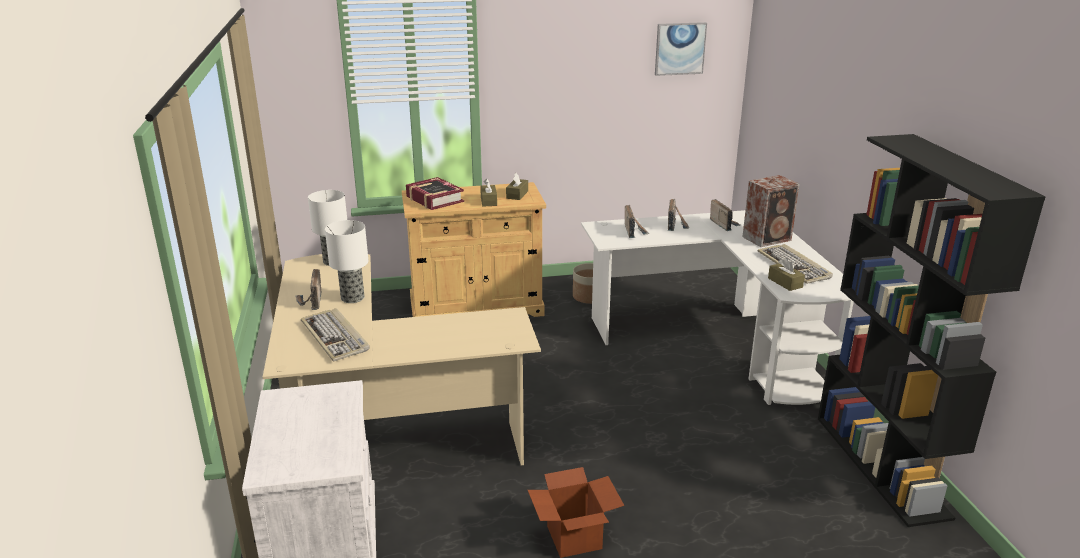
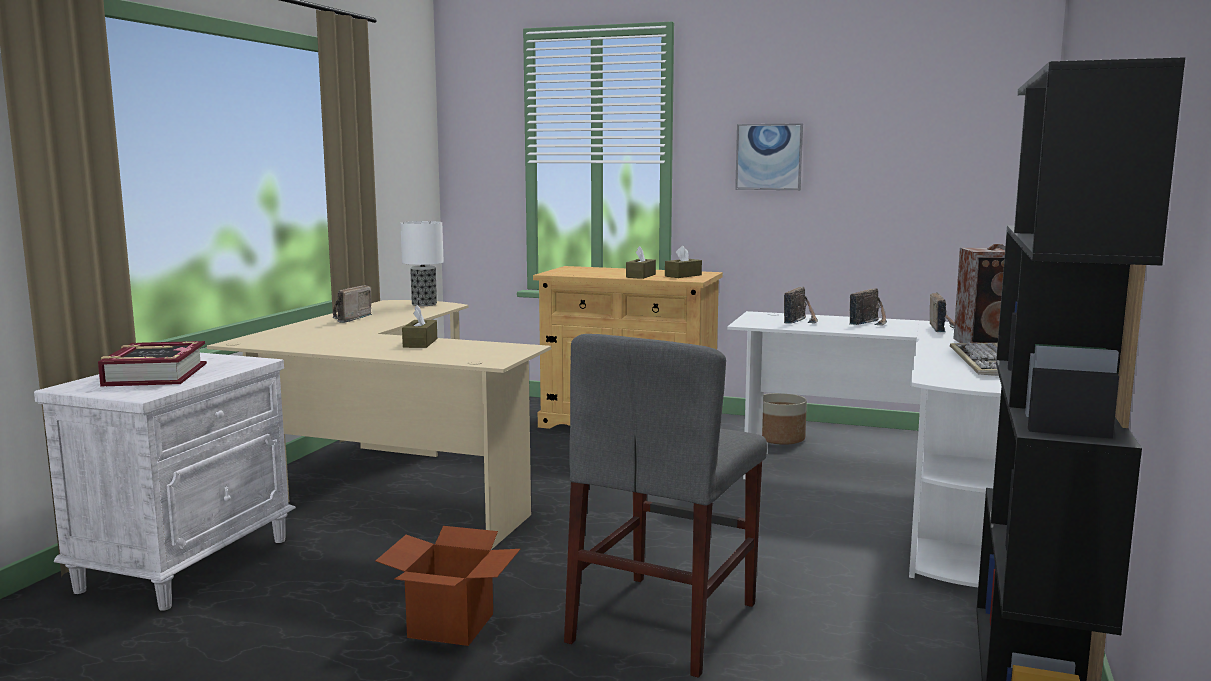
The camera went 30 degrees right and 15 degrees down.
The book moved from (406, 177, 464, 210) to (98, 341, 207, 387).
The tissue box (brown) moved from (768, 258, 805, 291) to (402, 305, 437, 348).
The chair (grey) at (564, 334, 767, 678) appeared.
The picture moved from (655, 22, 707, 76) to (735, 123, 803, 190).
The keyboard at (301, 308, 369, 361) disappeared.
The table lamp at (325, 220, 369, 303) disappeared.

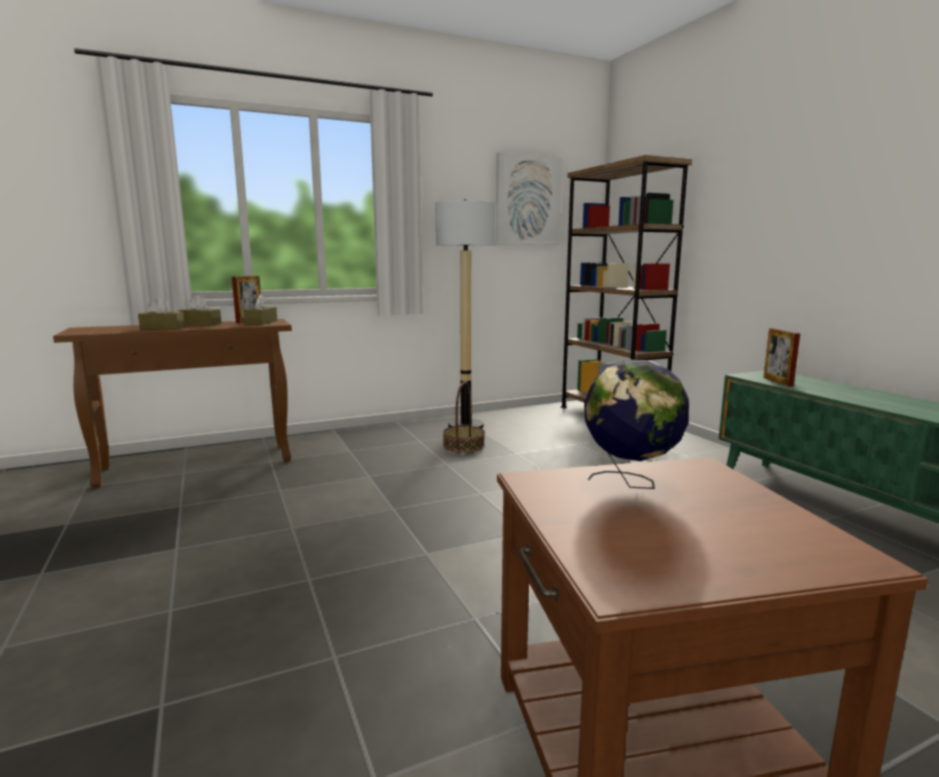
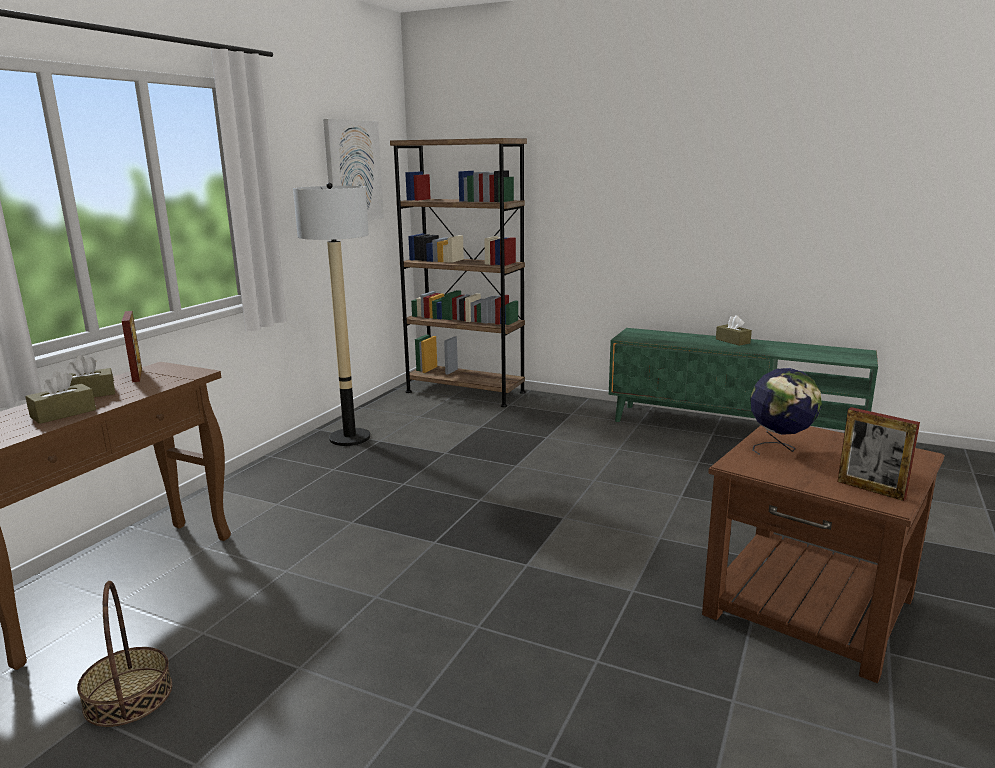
The camera went 40 degrees left and 5 degrees up.
The basket moved from (443, 381, 485, 452) to (77, 581, 172, 727).
The tissue box (brown) moved from (243, 294, 277, 325) to (716, 315, 752, 346).
The picture frame moved from (763, 328, 800, 386) to (837, 407, 920, 501).

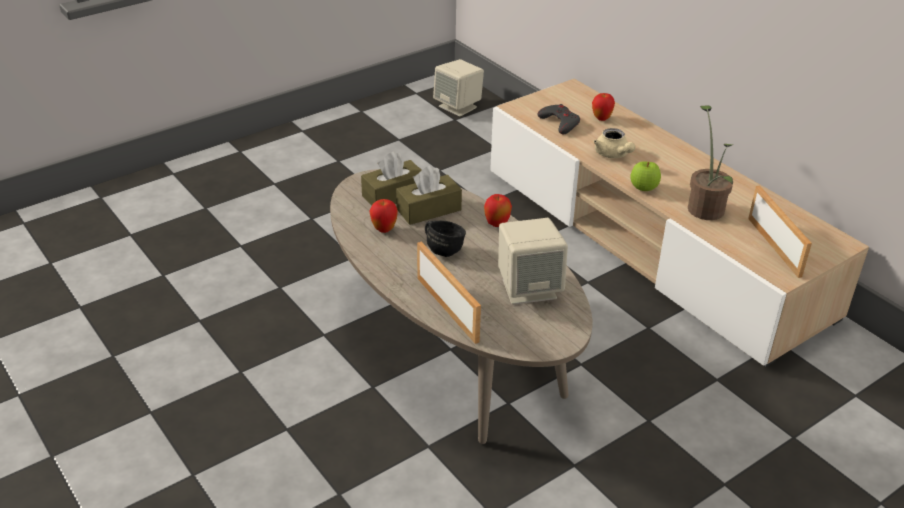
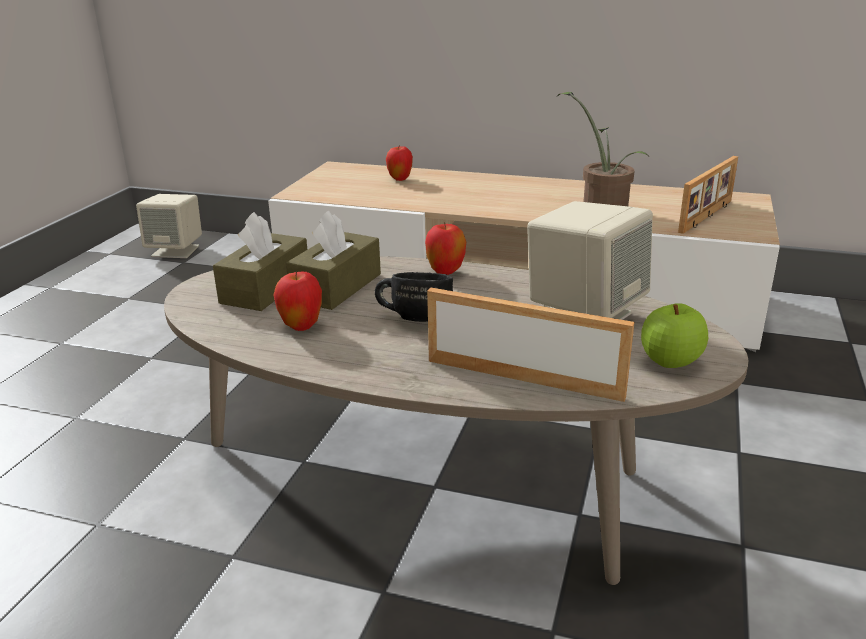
The camera went 35 degrees left and 10 degrees down.
The apple moved from (630, 162, 661, 191) to (641, 303, 708, 368).
The picture frame at (748, 186, 812, 278) turned 90 degrees clockwise.
The game controller (grey) at (537, 104, 580, 134) disappeared.
The teapot (beige) at (594, 128, 636, 158) disappeared.

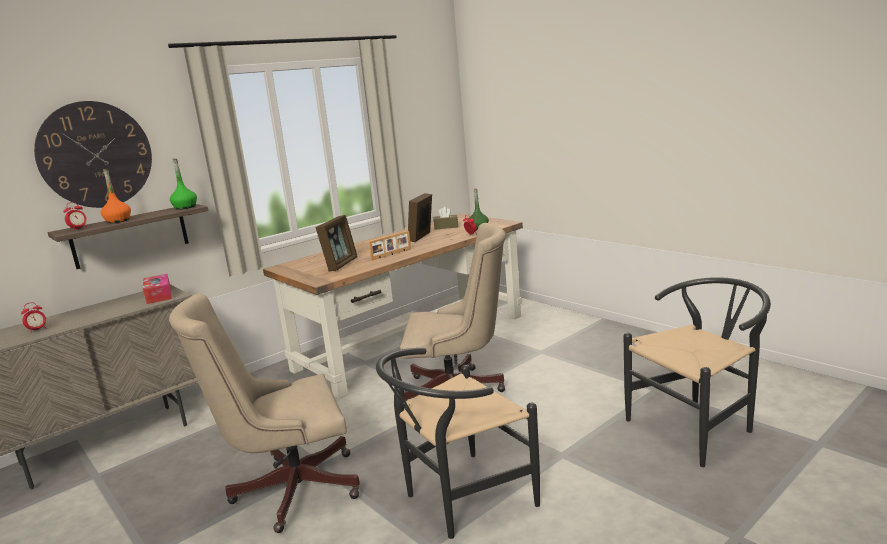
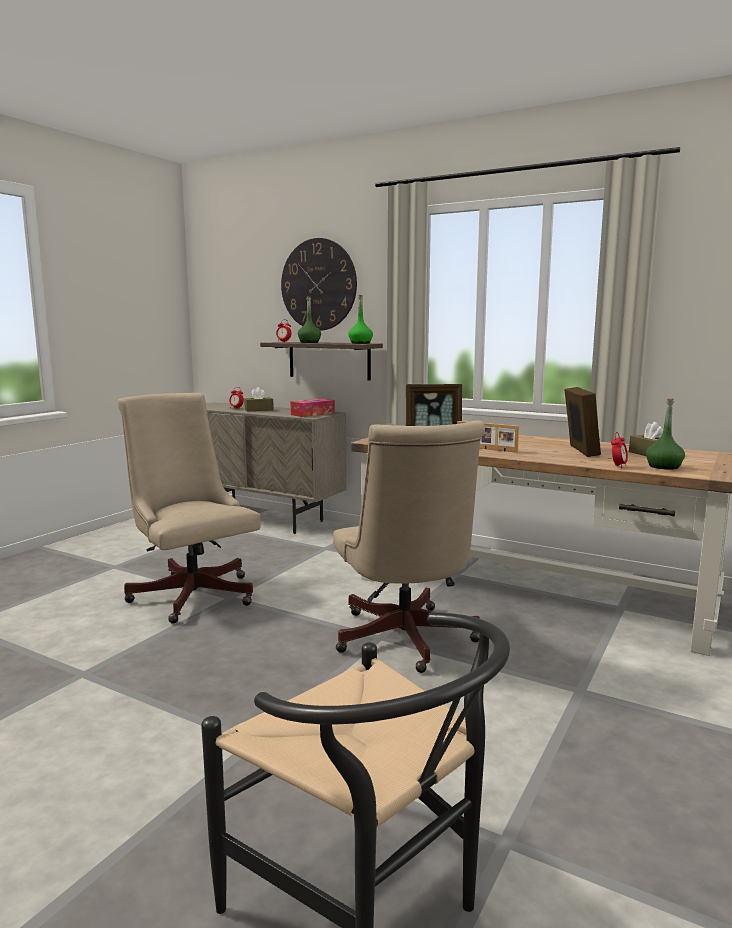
The camera went 70 degrees right and 5 degrees down.
The tissue box (brown) at (244, 387, 274, 412) appeared.
The bottle (orange) at (101, 169, 131, 223) became the bottle (green) at (298, 296, 321, 343).
The picture frame at (408, 193, 432, 242) turned 90 degrees clockwise.
The chair (black) at (376, 348, 540, 539) disappeared.

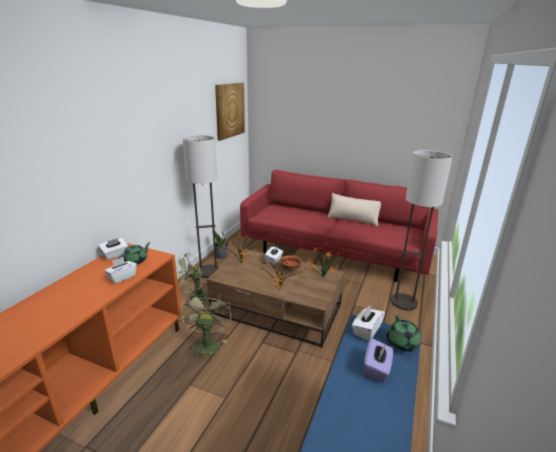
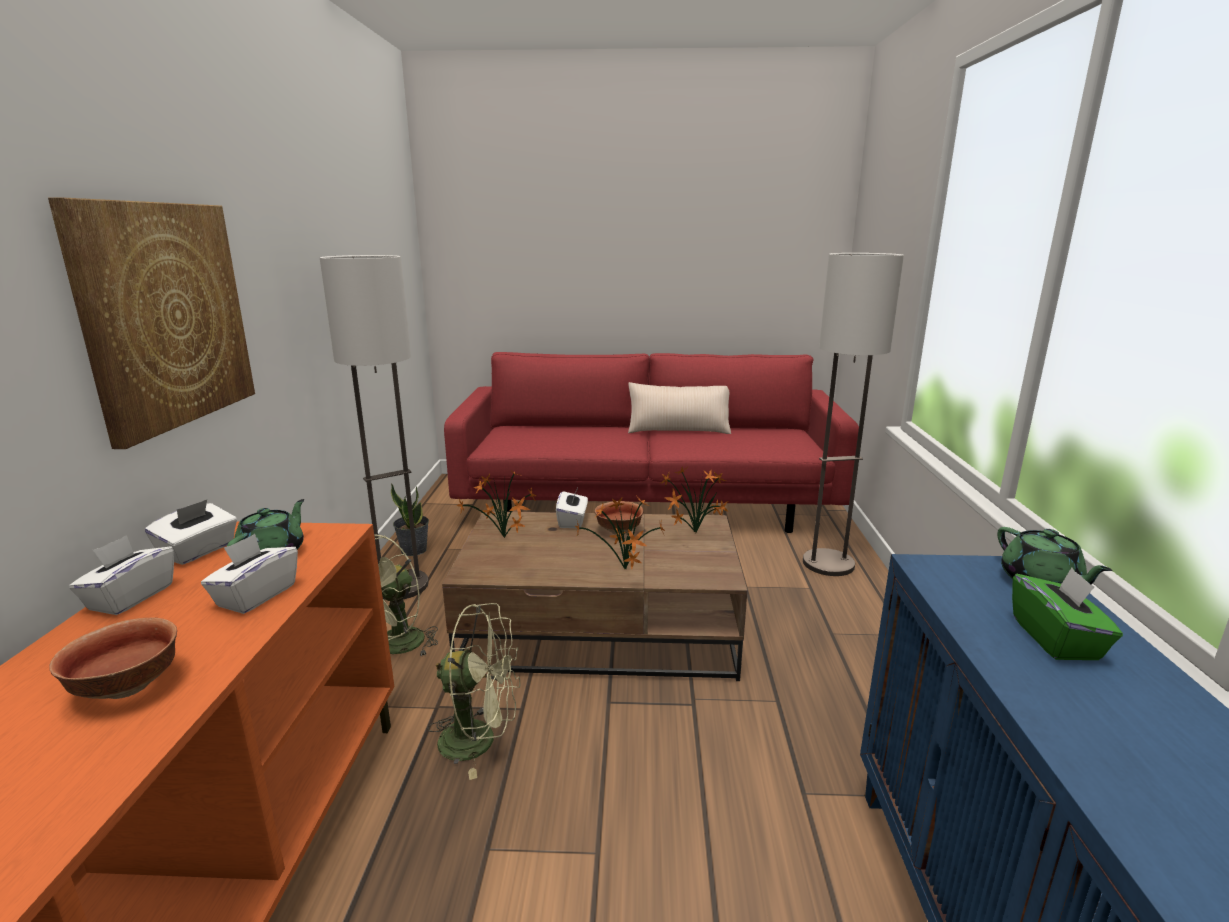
The camera went 20 degrees left and 5 degrees down.
The picture moved from (215, 83, 245, 141) to (48, 197, 255, 449).
The bowl at (49, 617, 177, 699) appeared.
The tissue box (white) moved from (352, 305, 385, 341) to (69, 535, 174, 615).
The fan (green) at (180, 291, 232, 361) turned 120 degrees clockwise.
The tissue box (purple) at (364, 338, 393, 382) became the tissue box (green) at (1012, 568, 1123, 660).

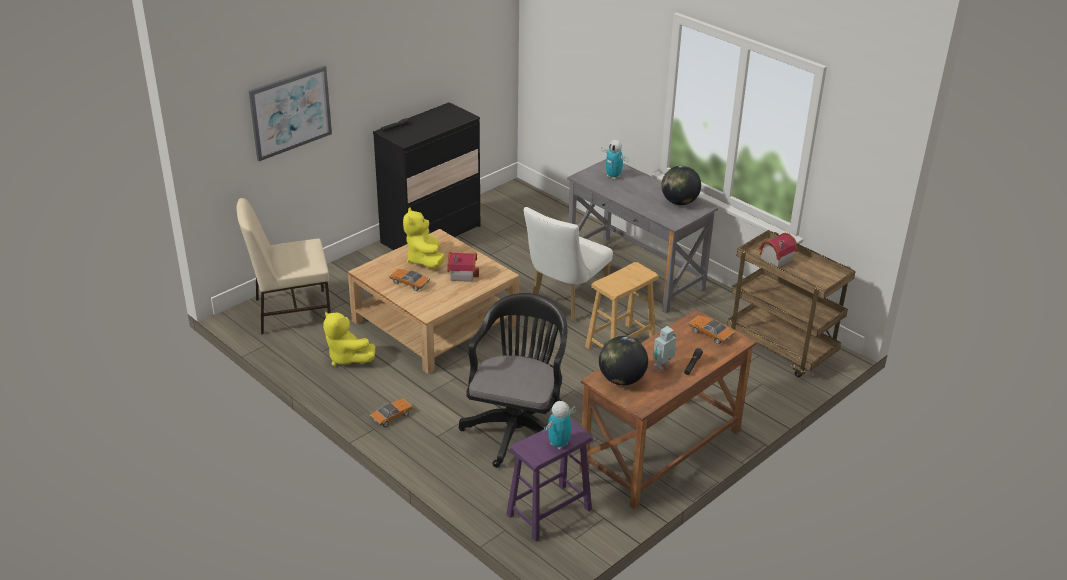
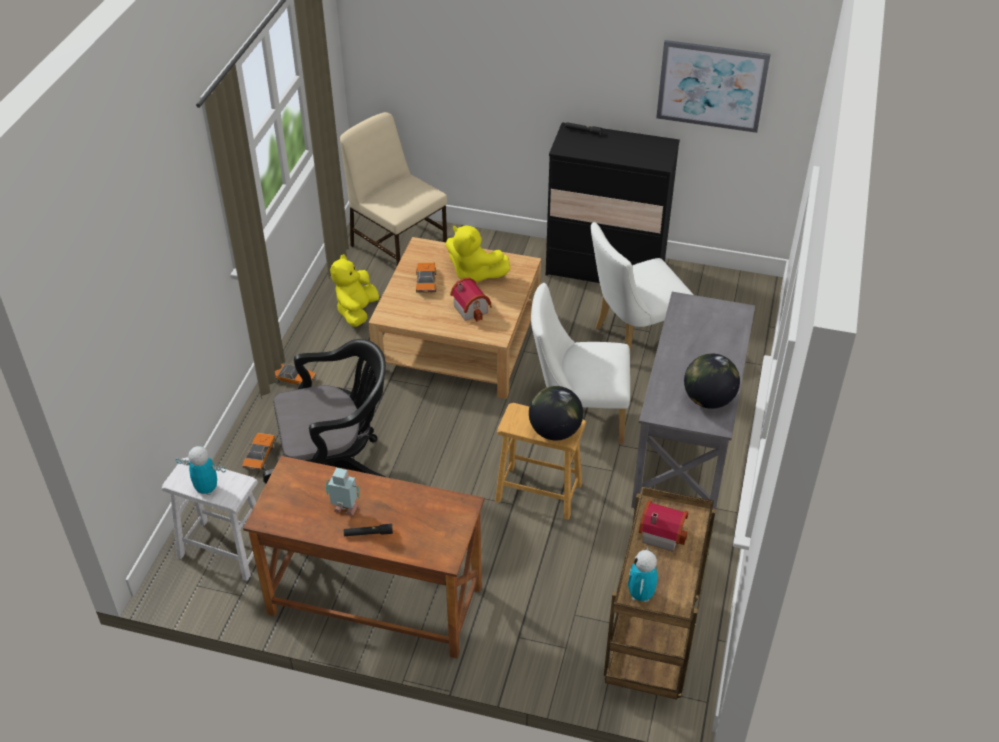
The camera went 60 degrees right and 10 degrees up.
The stool (purple) at (506, 418, 593, 542) became the stool (white) at (162, 457, 258, 581).
The toy car moved from (689, 316, 735, 344) to (242, 433, 275, 470).
The plush toy (yellow) at (403, 208, 445, 269) turned 105 degrees counterclockwise.
The globe moved from (599, 336, 648, 385) to (529, 386, 583, 440).
The chair (white) at (591, 222, 693, 351) appeared.
The toy robot moved from (601, 140, 629, 179) to (628, 547, 658, 602).
The picture moved from (249, 66, 332, 161) to (656, 40, 771, 133).

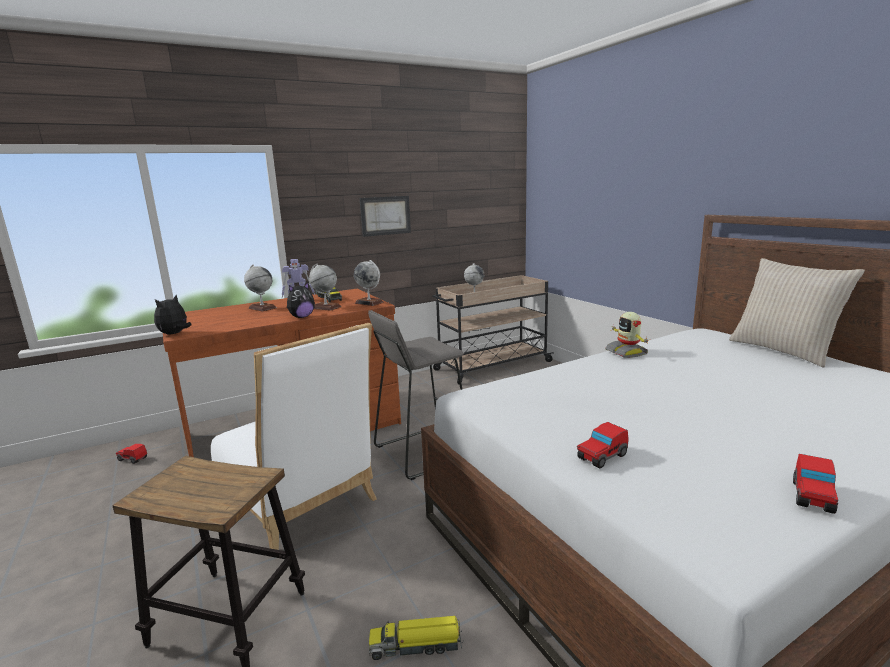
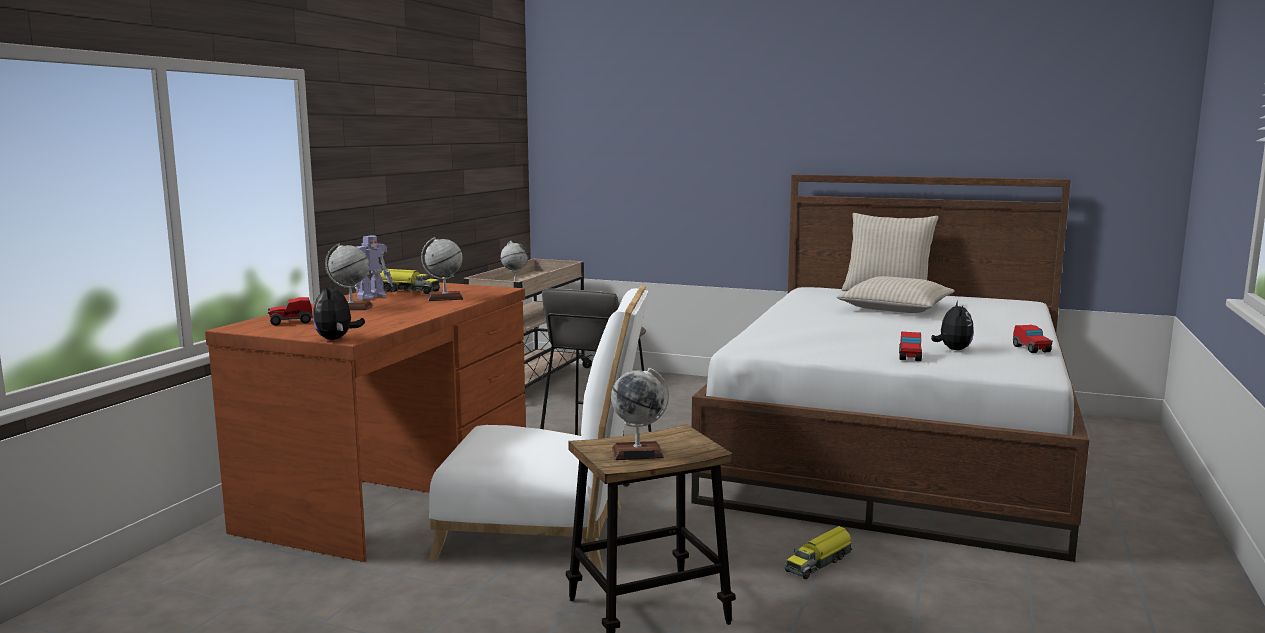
The camera went 40 degrees left and 5 degrees down.
The toy car moved from (116, 444, 147, 464) to (268, 297, 313, 326).
The globe moved from (354, 260, 384, 306) to (611, 368, 669, 460).
The pillow (beige) at (837, 276, 954, 313) appeared.
The plush toy moved from (287, 283, 315, 318) to (931, 301, 974, 350).
The picture at (360, 196, 411, 237) disappeared.
The toy robot at (605, 312, 649, 358) disappeared.

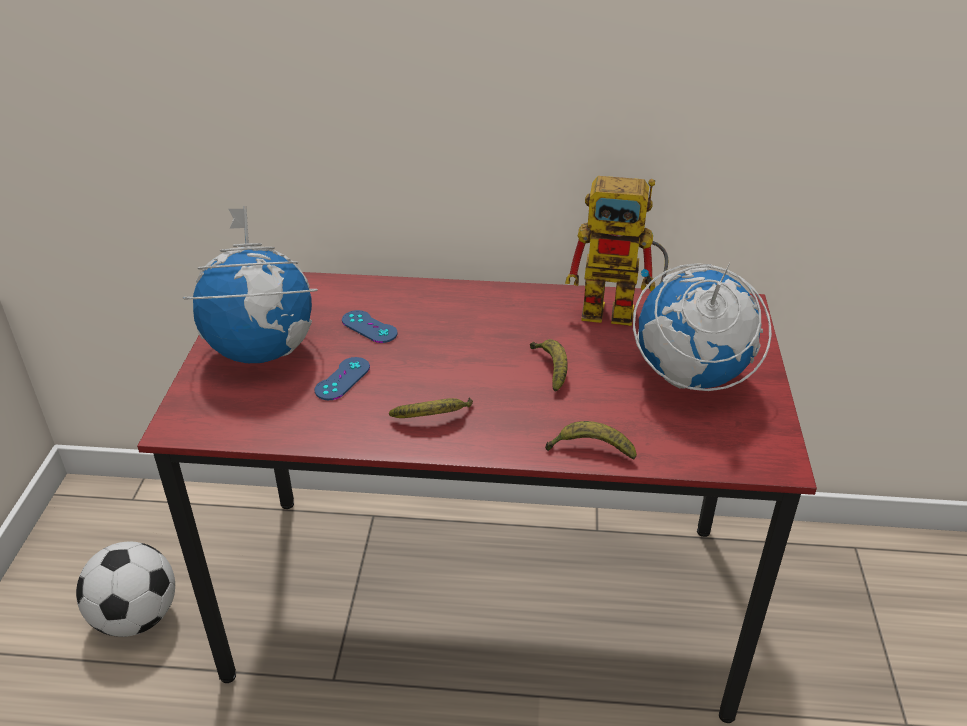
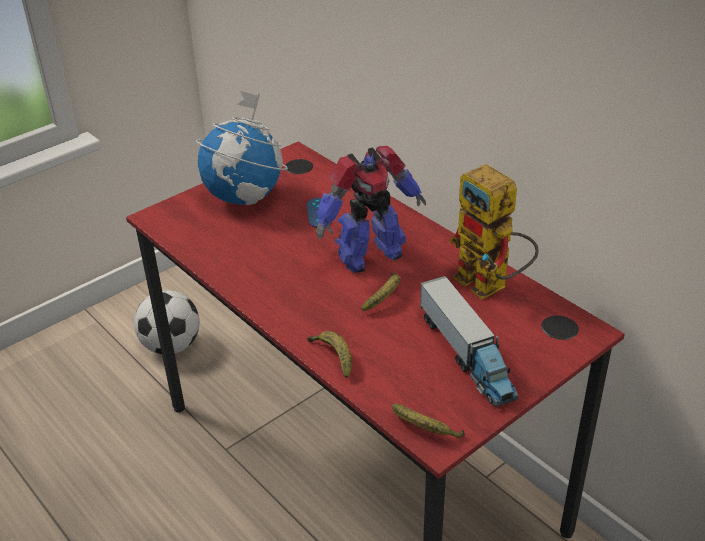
The camera went 45 degrees right and 0 degrees up.
The toy robot at (316, 146, 426, 273) appeared.
The banana moved from (389, 397, 473, 418) to (392, 404, 465, 438).
The globe at (633, 261, 772, 391) was replaced by the toy truck at (420, 276, 519, 407).
The game controller (blue) at (315, 357, 370, 400) disappeared.

